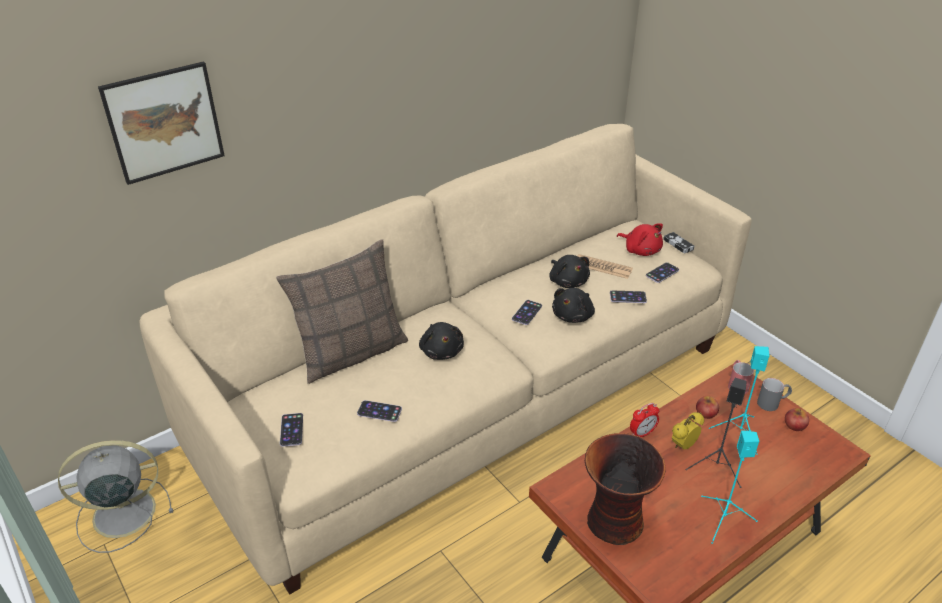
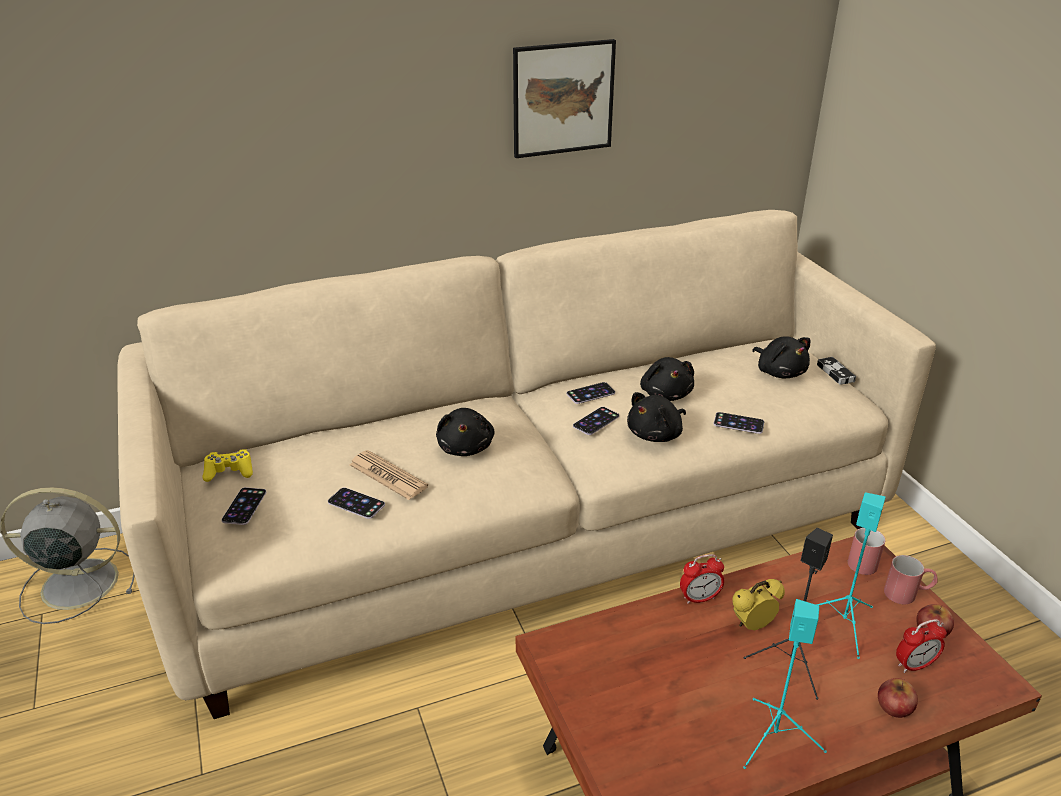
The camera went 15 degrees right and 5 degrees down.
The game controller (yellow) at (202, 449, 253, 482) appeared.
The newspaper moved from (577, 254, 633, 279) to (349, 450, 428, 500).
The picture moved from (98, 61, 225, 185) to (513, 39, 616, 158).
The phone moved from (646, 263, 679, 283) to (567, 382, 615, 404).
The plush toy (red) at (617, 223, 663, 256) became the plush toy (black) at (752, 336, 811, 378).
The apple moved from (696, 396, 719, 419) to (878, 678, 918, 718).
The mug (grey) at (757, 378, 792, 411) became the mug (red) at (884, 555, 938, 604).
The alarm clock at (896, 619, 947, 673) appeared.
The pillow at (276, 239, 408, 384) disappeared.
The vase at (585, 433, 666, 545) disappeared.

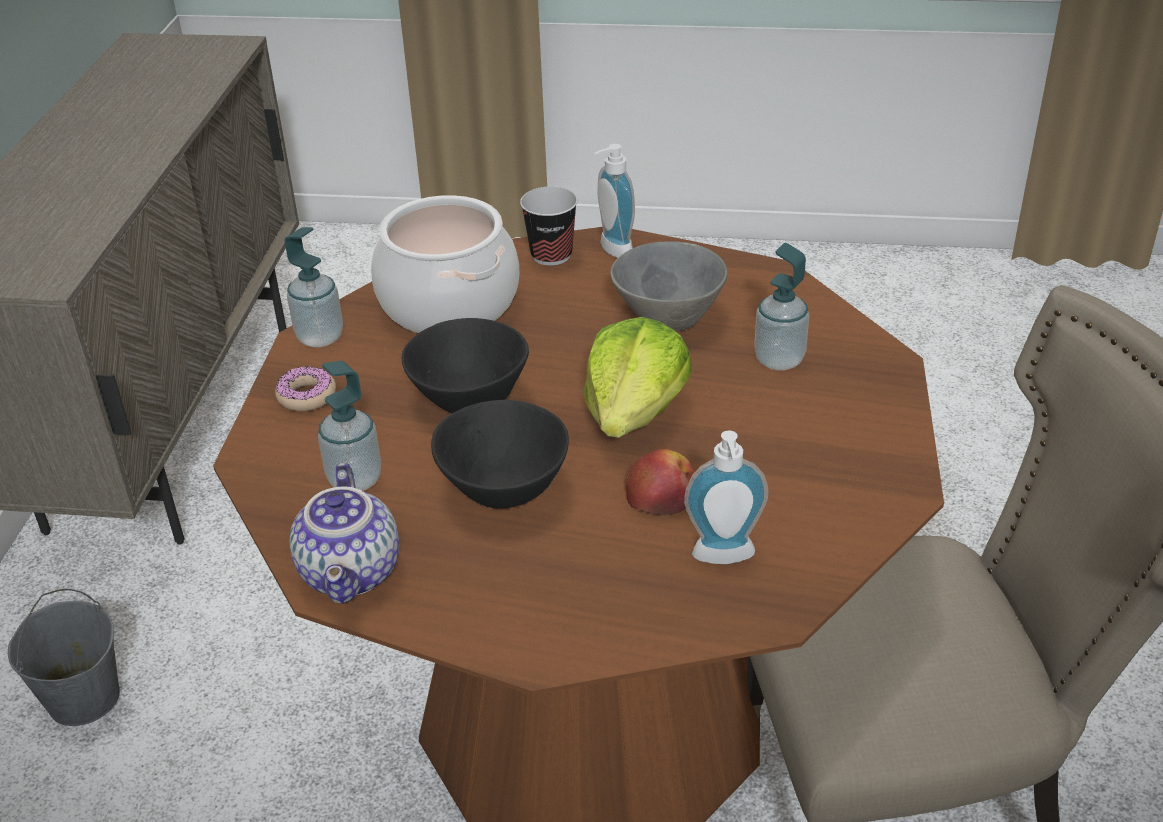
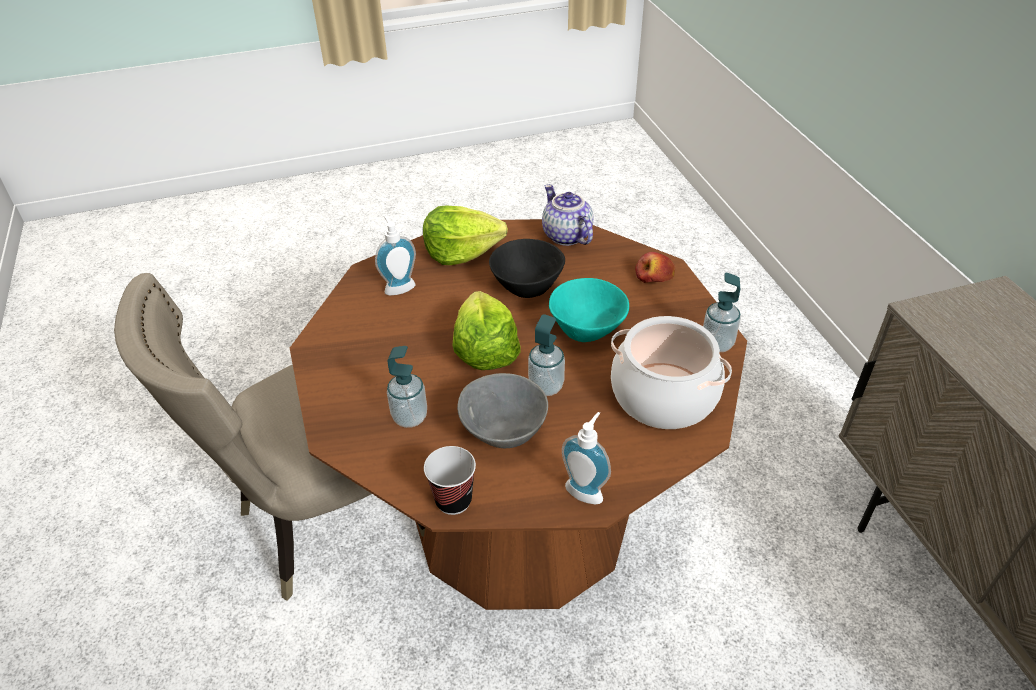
The camera went 155 degrees right and 5 degrees up.
The lettuce at (423, 205, 508, 265) appeared.
The cup moved from (520, 186, 578, 266) to (424, 446, 476, 515).
The soap dispenser moved from (318, 361, 381, 491) to (528, 314, 565, 396).
The bowl (black) at (401, 318, 529, 413) became the bowl (turquoise) at (549, 278, 629, 342).
The apple moved from (626, 449, 695, 515) to (635, 252, 675, 283).
The bucket (grey) at (8, 589, 120, 726) disappeared.
The donut at (275, 366, 336, 411) disappeared.

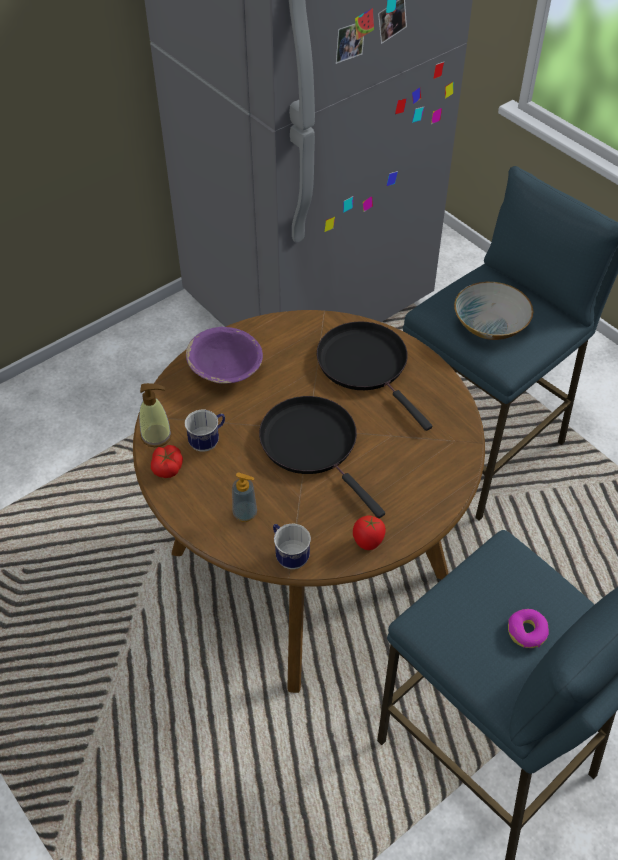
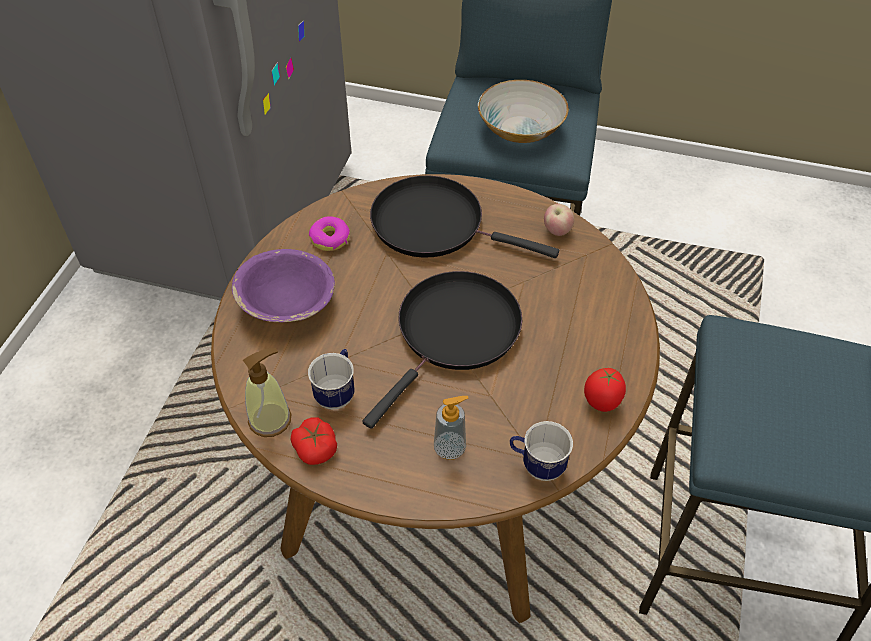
The camera went 35 degrees left and 0 degrees up.
The donut moved from (508, 609, 549, 648) to (309, 216, 350, 251).
The frying pan (black) at (259, 396, 385, 518) turned 105 degrees clockwise.
The apple at (544, 204, 574, 236) appeared.

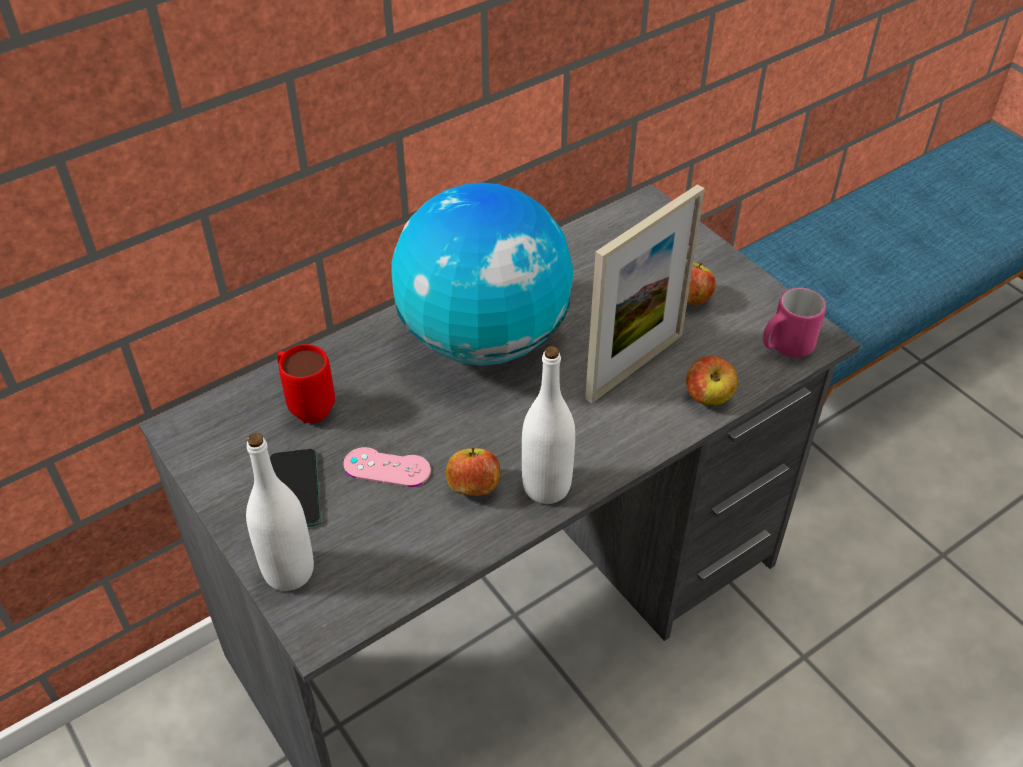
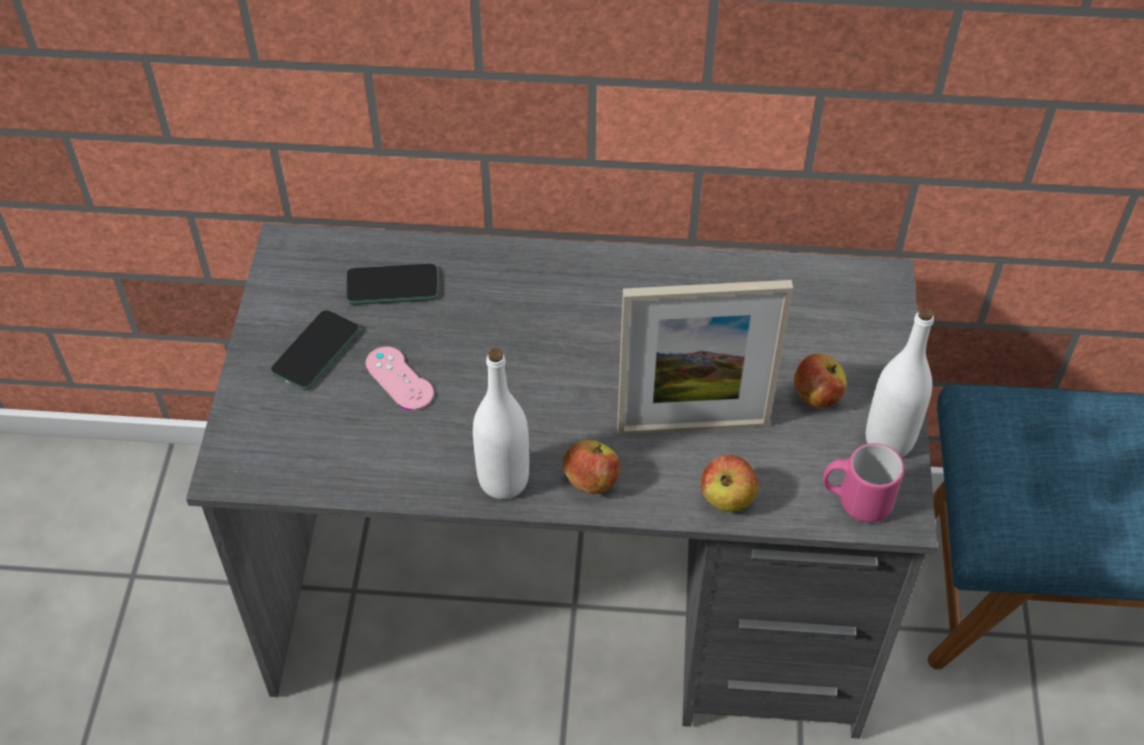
The camera went 40 degrees right and 5 degrees up.
The mug (red) at (277, 344, 335, 423) was replaced by the phone at (346, 264, 438, 305).
The apple moved from (446, 447, 500, 496) to (563, 440, 620, 494).
The bottle (white) moved from (246, 433, 314, 591) to (866, 307, 934, 457).
The globe at (392, 183, 573, 366) disappeared.

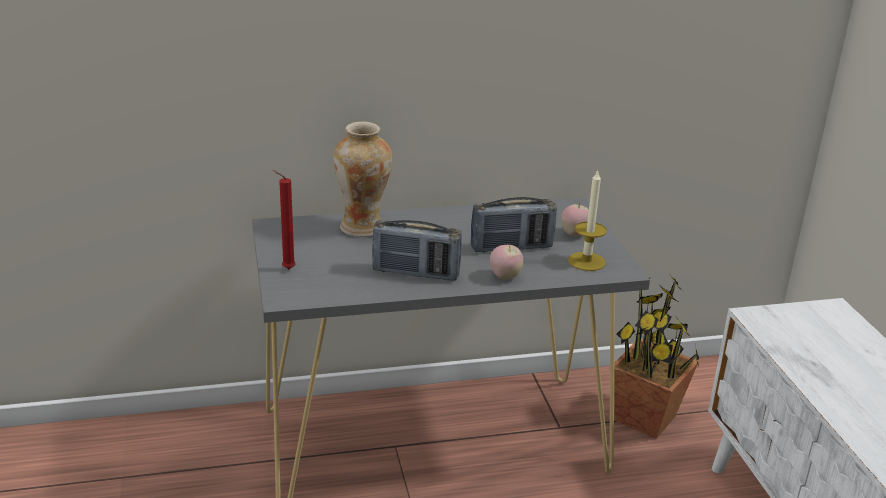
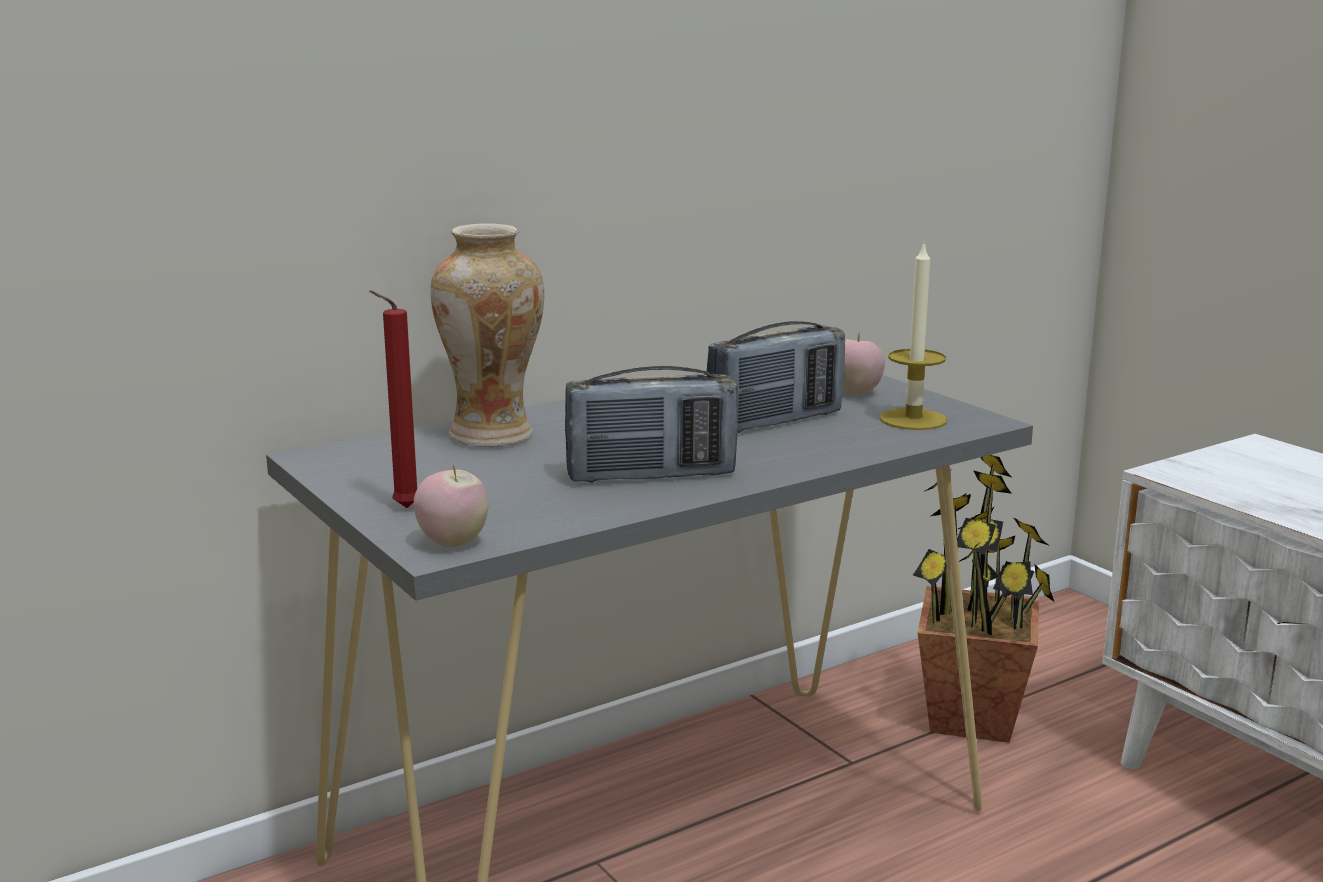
The camera went 20 degrees left and 10 degrees down.
The apple moved from (490, 244, 523, 280) to (414, 464, 489, 547).

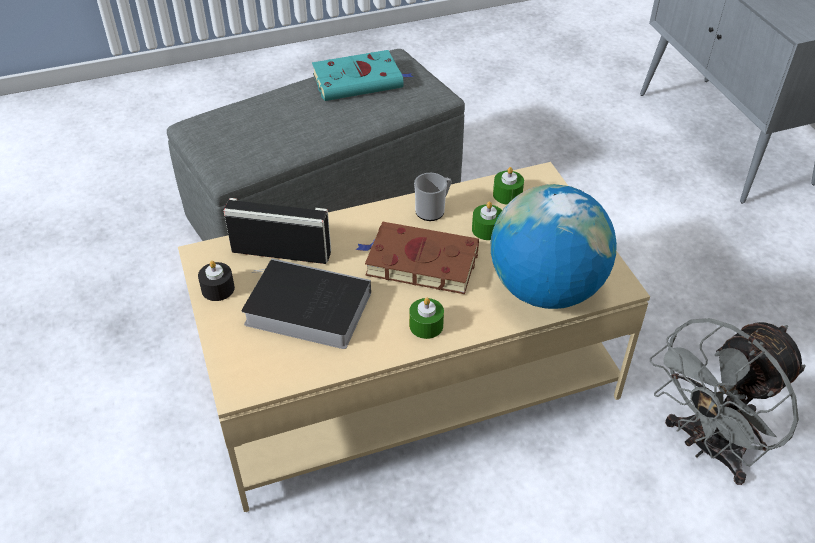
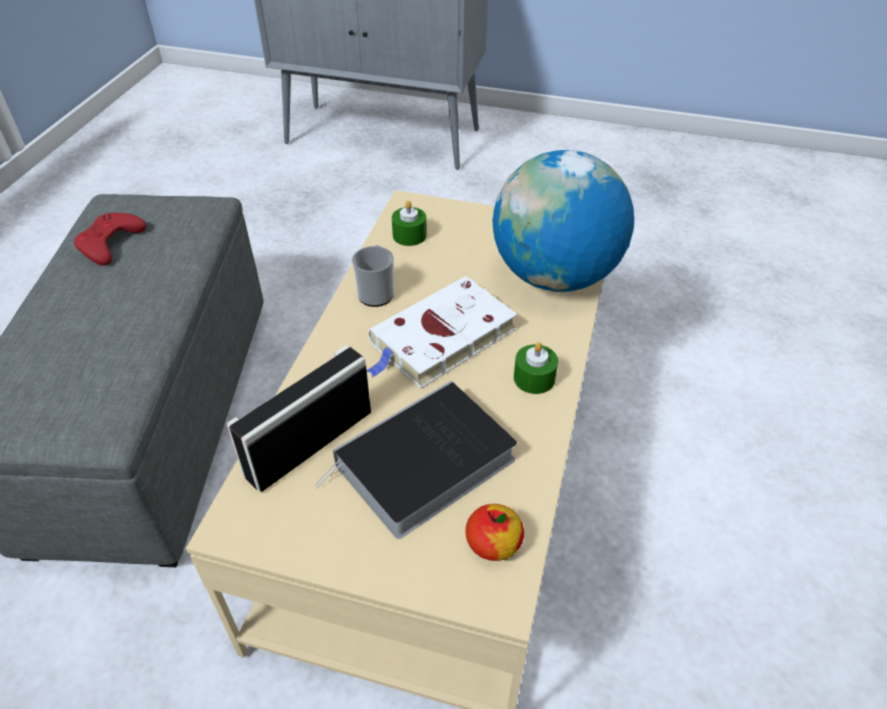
The camera went 55 degrees left and 0 degrees up.
The book (turquoise) at (312, 50, 414, 101) was replaced by the game controller (red) at (74, 213, 147, 266).
The book (brown) at (355, 222, 479, 294) became the book (white) at (367, 276, 517, 388).
The apple at (465, 504, 524, 561) appeared.
The candle (black) at (198, 261, 235, 301) disappeared.
The candle (green) at (472, 201, 502, 240) disappeared.
The fan (grey) at (650, 318, 806, 485) disappeared.

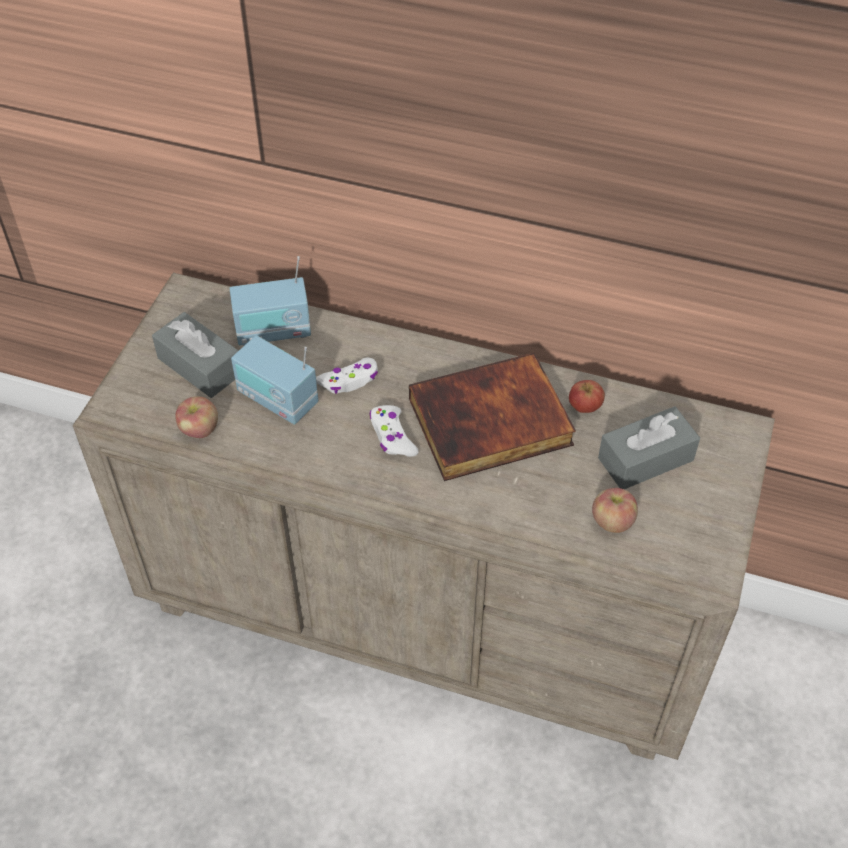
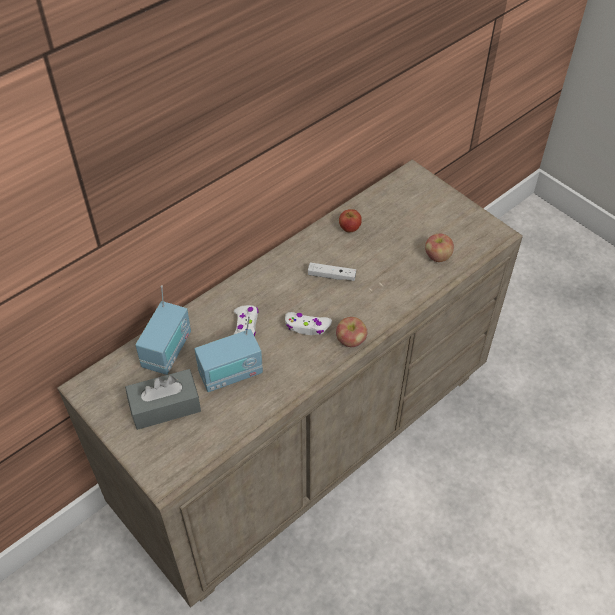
The camera went 60 degrees left and 0 degrees up.
The book at (409, 353, 576, 481) was replaced by the game controller (white) at (308, 262, 356, 281).
The apple moved from (175, 396, 218, 438) to (336, 317, 367, 347).
The tissue box (grey) at (598, 406, 700, 489) disappeared.

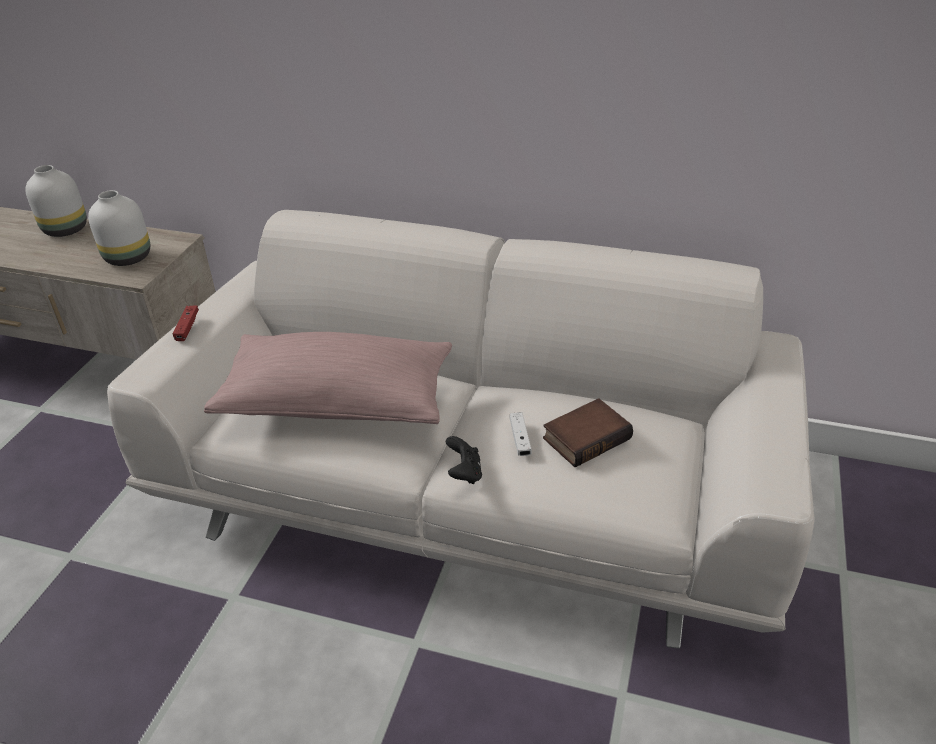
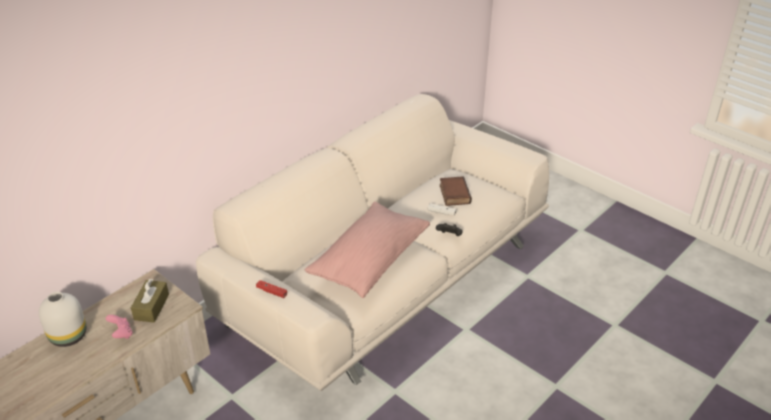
The camera went 65 degrees left and 0 degrees up.
The game controller (pink) at (106, 315, 133, 339) appeared.
The vase (white) at (88, 190, 150, 266) was replaced by the tissue box (brown) at (131, 279, 169, 322).

